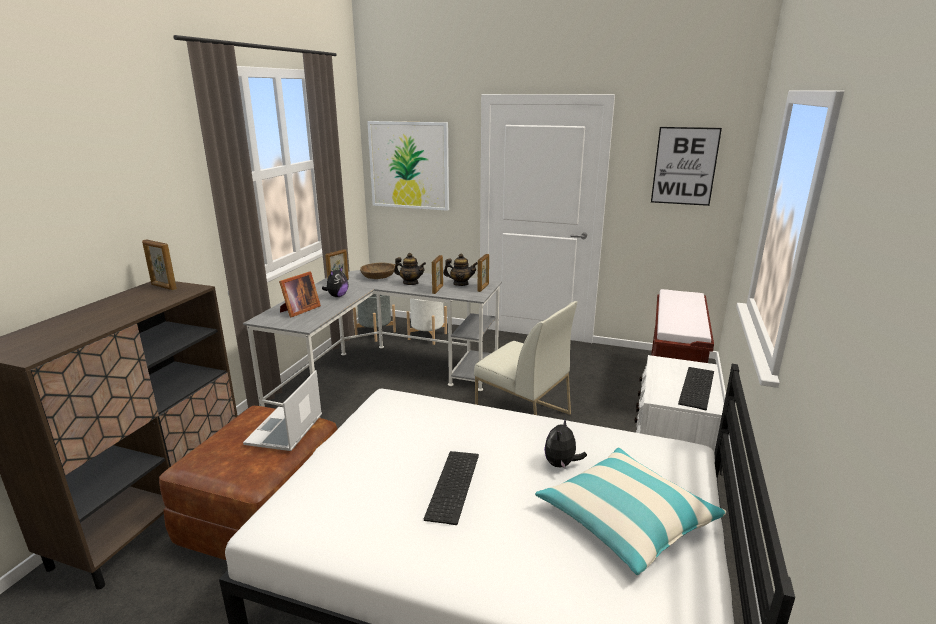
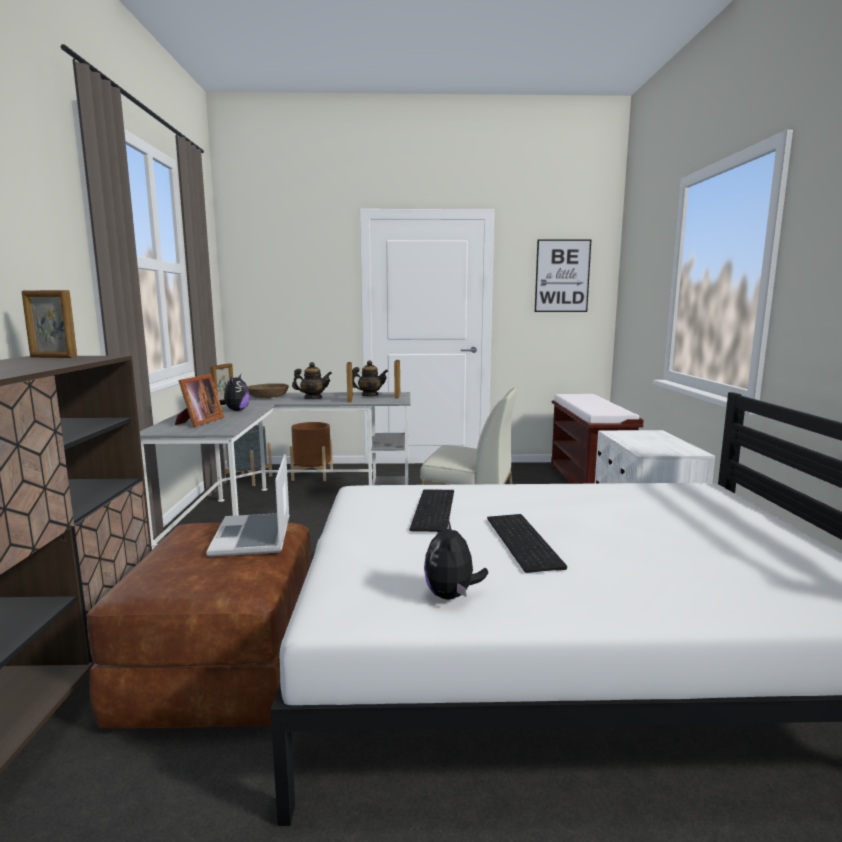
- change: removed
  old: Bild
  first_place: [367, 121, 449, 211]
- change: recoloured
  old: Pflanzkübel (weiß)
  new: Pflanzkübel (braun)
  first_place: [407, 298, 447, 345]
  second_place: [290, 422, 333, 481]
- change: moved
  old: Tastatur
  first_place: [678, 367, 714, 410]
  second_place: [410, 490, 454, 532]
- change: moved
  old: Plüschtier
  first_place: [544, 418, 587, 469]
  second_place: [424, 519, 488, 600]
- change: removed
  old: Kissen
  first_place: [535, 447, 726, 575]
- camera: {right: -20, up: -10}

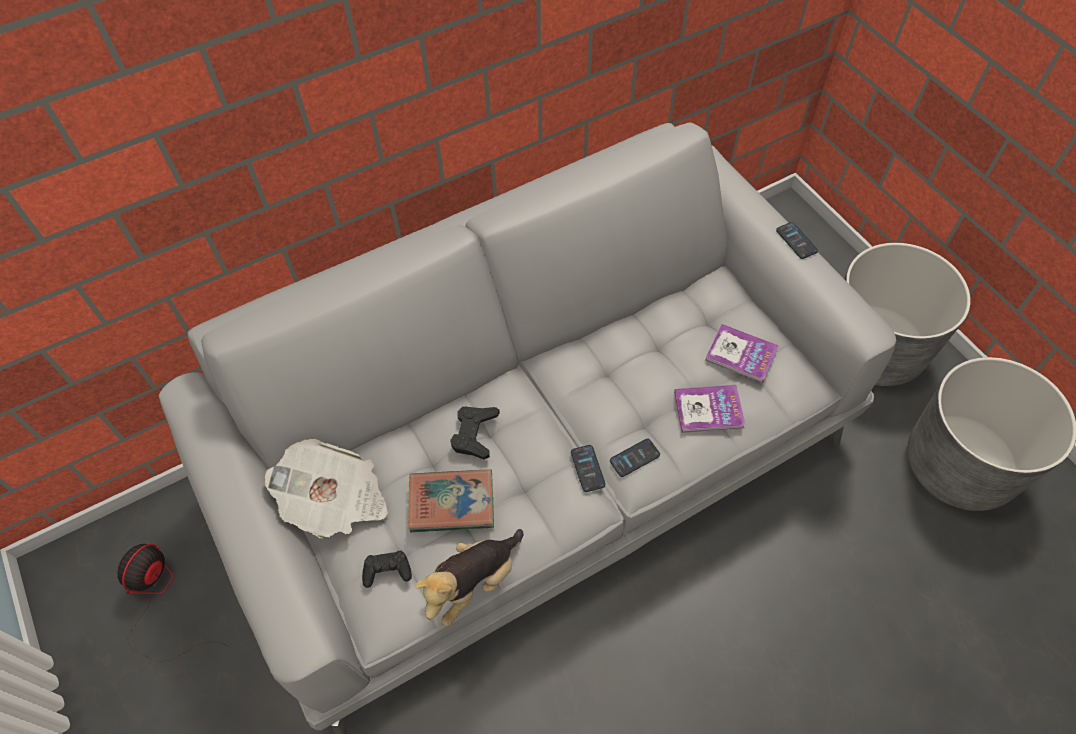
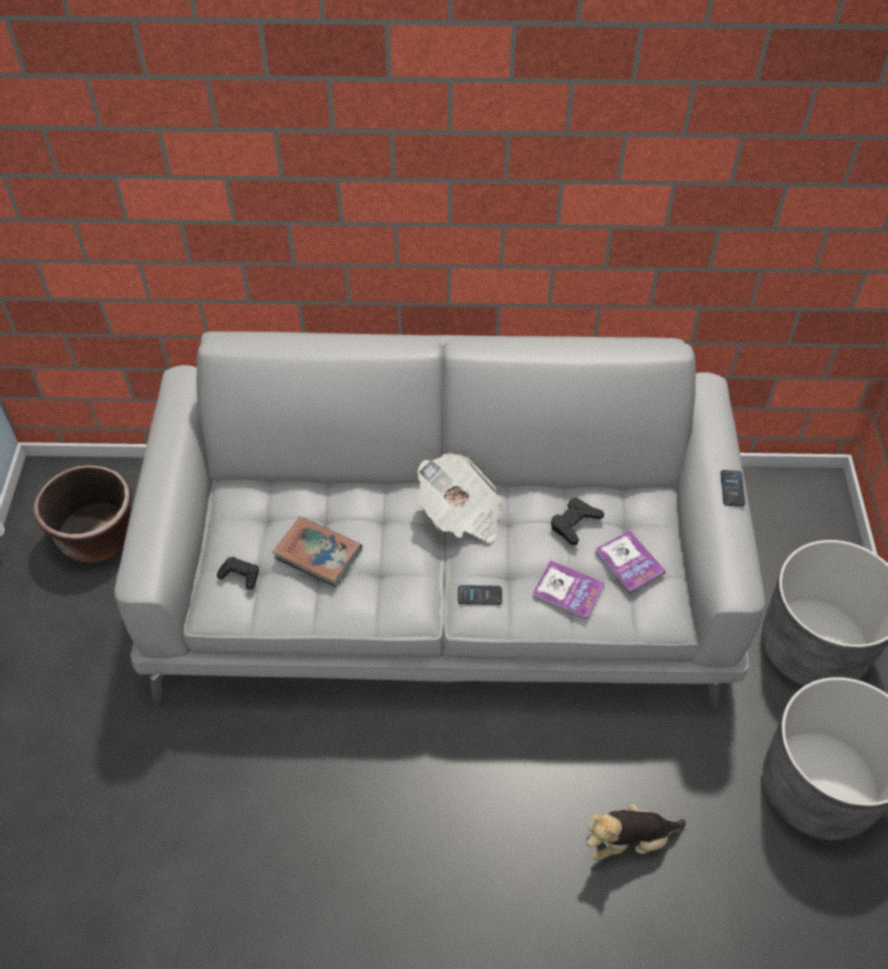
- change: moved
  old: Gamepad (schwarz)
  first_place: [450, 407, 500, 459]
  second_place: [551, 498, 604, 545]
- change: moved
  old: Zeitung
  first_place: [265, 439, 388, 538]
  second_place: [417, 453, 503, 543]
- change: removed
  old: Handy
  first_place: [571, 445, 606, 492]
- change: moved
  old: Plüschtier
  first_place: [415, 529, 524, 626]
  second_place: [587, 804, 686, 861]
- change: replaced
  old: Ventilator
  new: Pflanzkübel (braun)
  first_place: [117, 544, 232, 662]
  second_place: [33, 465, 132, 562]
- camera: {right: 30, up: -5}

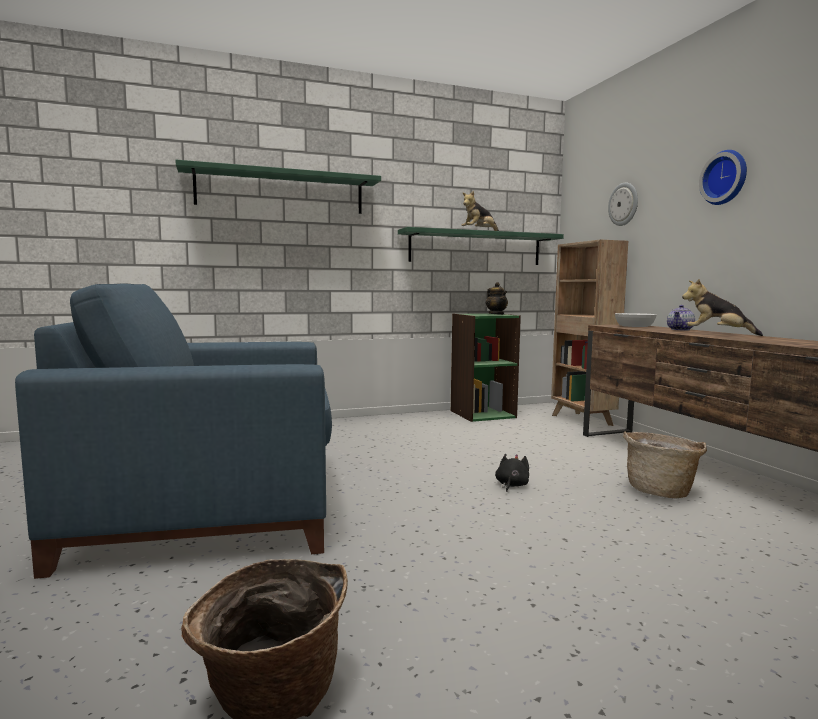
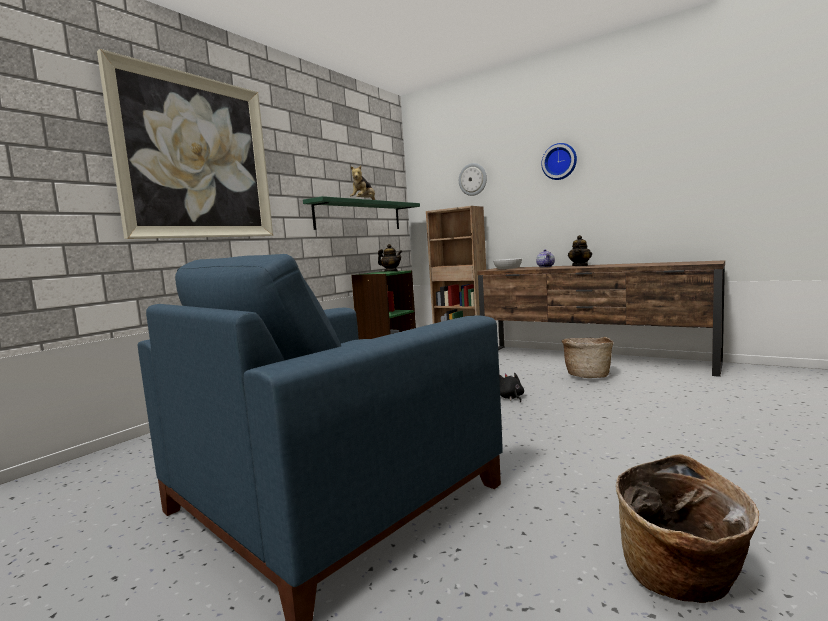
- change: replaced
  old: Wandregal (grün)
  new: Bild
  first_place: [175, 160, 381, 214]
  second_place: [97, 49, 273, 239]
- change: replaced
  old: Plüschtier
  new: Teekanne
  first_place: [682, 279, 763, 336]
  second_place: [568, 235, 592, 266]
- camera: {right: -35, up: 0}

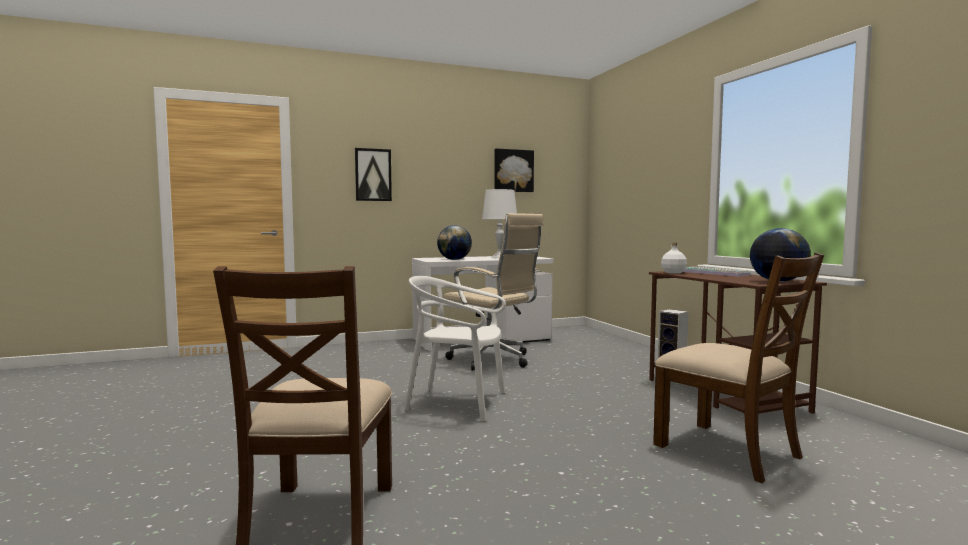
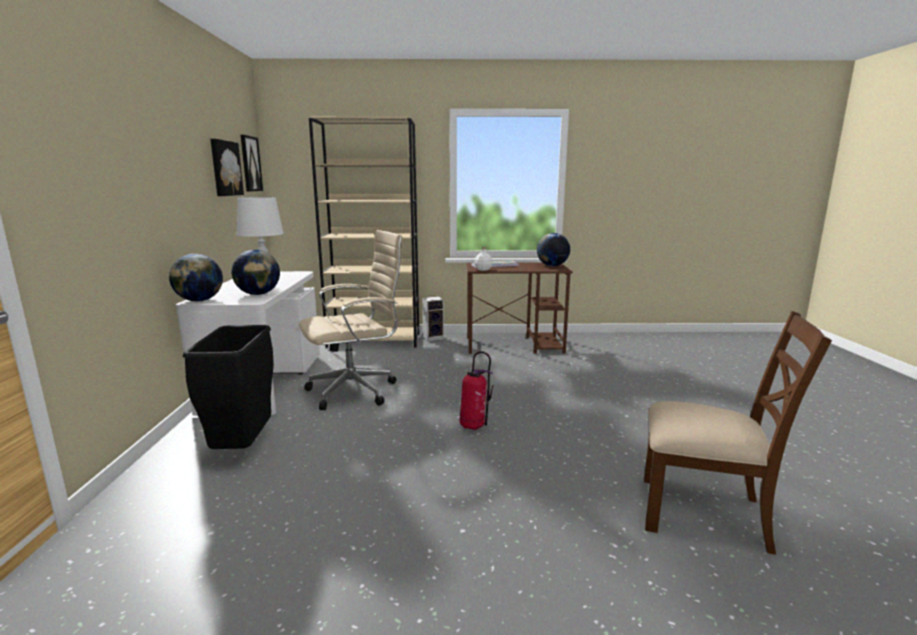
- change: moved
  old: Bild
  first_place: [355, 148, 392, 201]
  second_place: [240, 135, 263, 192]
- change: removed
  old: Stuhl (braun)
  first_place: [653, 252, 824, 483]
- change: replaced
  old: Stuhl (weiß)
  new: Feuerlöscher
  first_place: [404, 276, 506, 422]
  second_place: [459, 351, 494, 430]
- change: added
  new: Bücherregal (beige)
  second_place: [309, 116, 419, 348]
- change: added
  new: Globus
  second_place: [169, 254, 223, 302]
- change: added
  new: Mülleimer (schwarz)
  second_place: [183, 325, 274, 449]
- camera: {right: -70, up: 10}

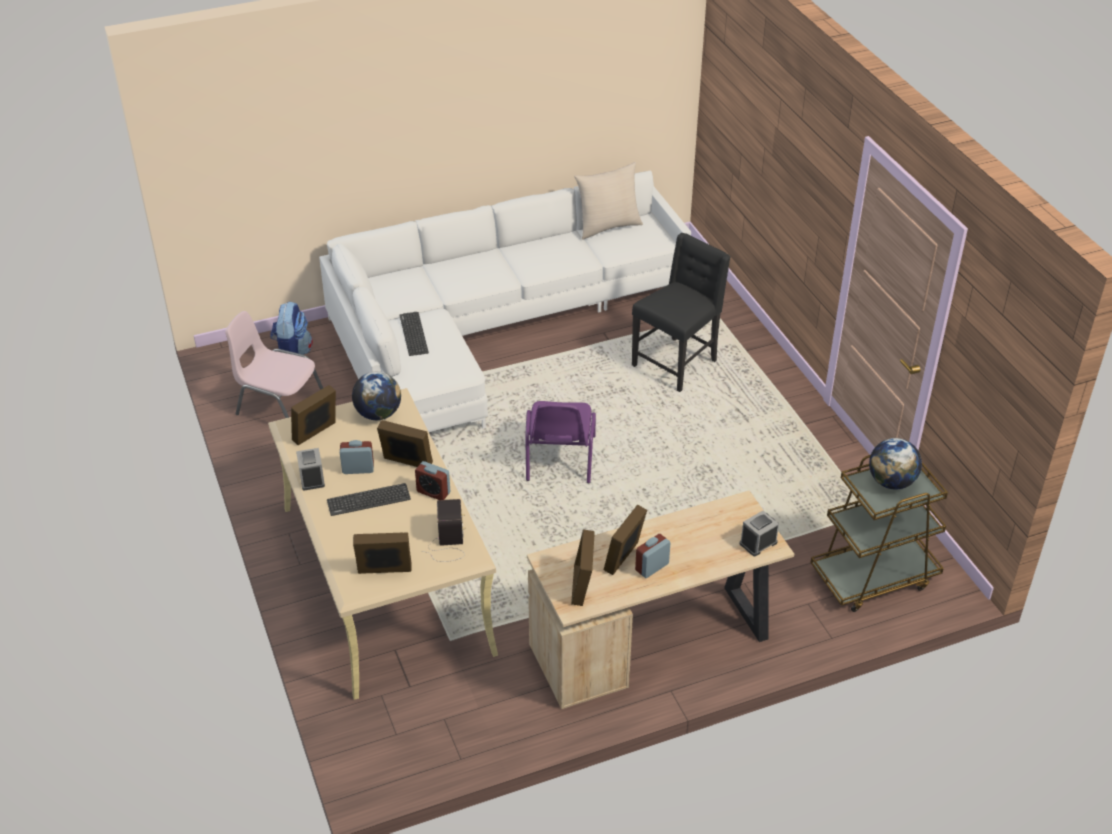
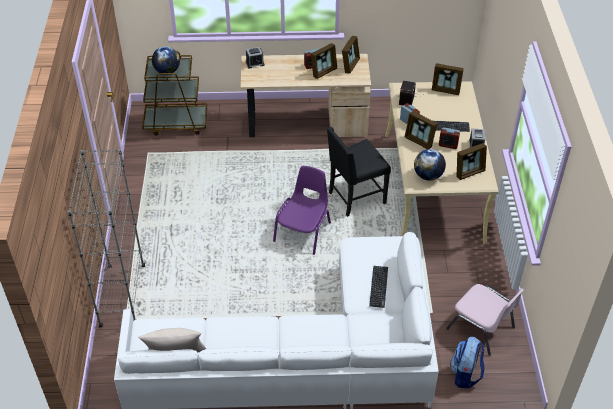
- change: moved
  old: Stuhl (schwarz)
  first_place: [632, 233, 731, 392]
  second_place: [327, 127, 391, 217]
- change: added
  new: Bücherregal (grau)
  second_place: [68, 149, 145, 327]
- camera: {right: -160, up: 5}

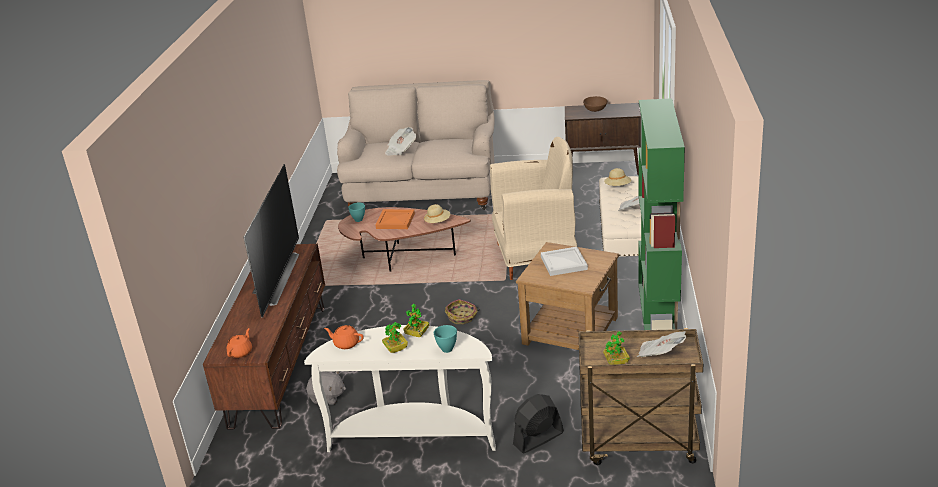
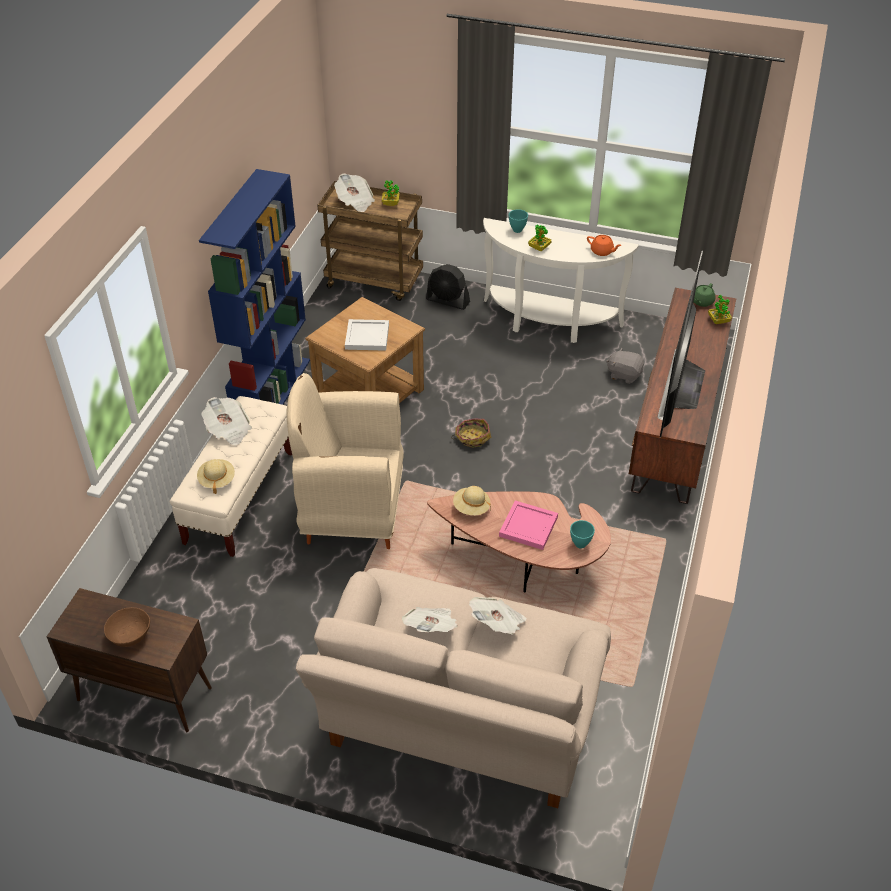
- change: recoloured
  old: Bücherregal (grün)
  new: Bücherregal (blau)
  first_place: [638, 98, 685, 330]
  second_place: [199, 169, 310, 405]
- change: recoloured
  old: Tablett (orange)
  new: Tablett (rosa)
  first_place: [375, 209, 415, 229]
  second_place: [499, 501, 558, 550]
- change: moved
  old: Topfpflanze
  first_place: [382, 322, 408, 353]
  second_place: [708, 295, 732, 324]
- change: recoloured
  old: Teekanne (orange)
  new: Teekanne (grün)
  first_place: [227, 328, 252, 358]
  second_place: [694, 283, 715, 307]
- change: turned
  old: Ventilator (schwarz)
  first_place: [513, 394, 564, 453]
  second_place: [426, 264, 470, 310]
  degrees: 45
- change: added
  new: Zeitung
  second_place: [402, 607, 458, 632]
- camera: {right: -170, up: 15}

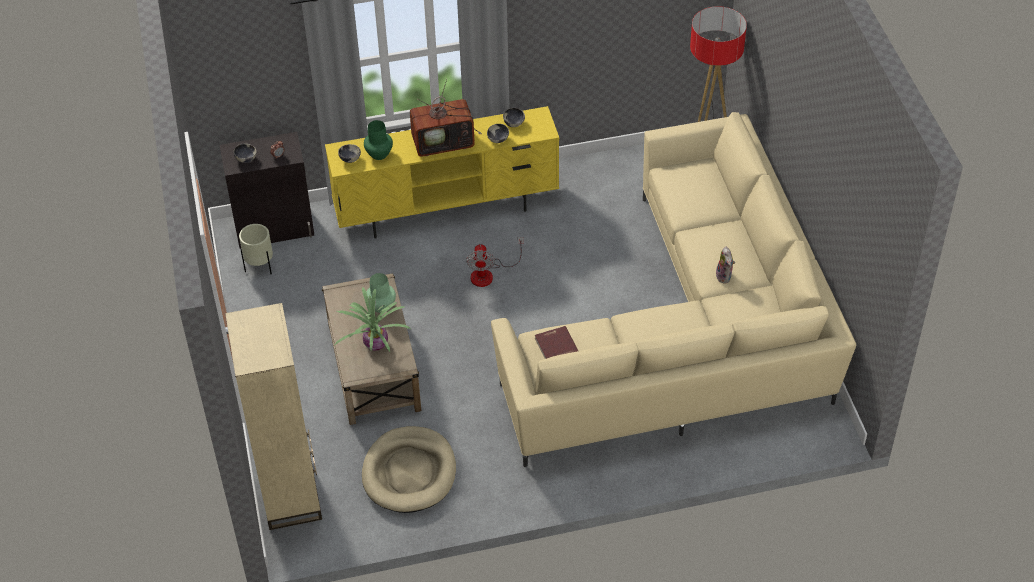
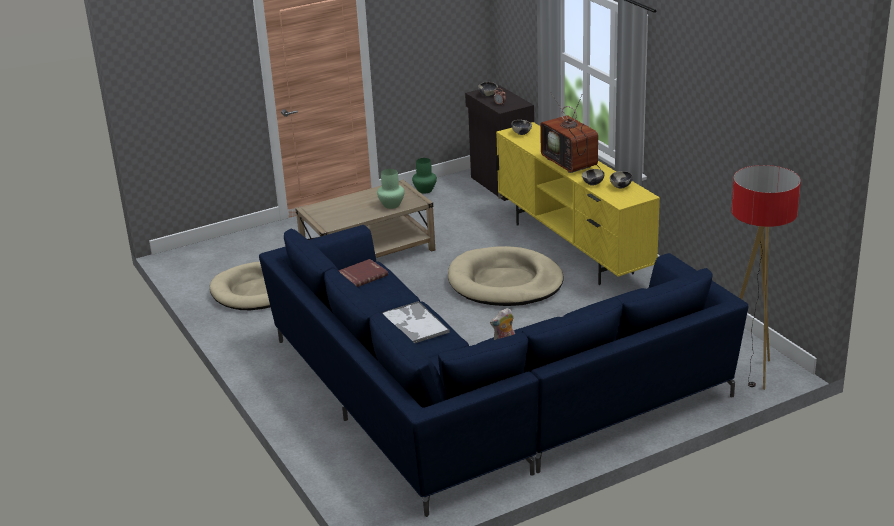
- change: recoloured
  old: Sofa (beige)
  new: Sofa (blau)
  first_place: [491, 112, 856, 467]
  second_place: [259, 225, 748, 517]
- change: moved
  old: Vase (grün)
  first_place: [364, 120, 393, 160]
  second_place: [412, 158, 437, 194]
- change: removed
  old: Pflanzkübel (beige)
  first_place: [239, 224, 273, 274]
- change: replaced
  old: Ventilator
  new: Hundebett (beige)
  first_place: [466, 237, 524, 287]
  second_place: [448, 246, 563, 306]
- change: removed
  old: Topfpflanze
  first_place: [335, 287, 411, 352]
- change: removed
  old: Bücherregal (beige)
  first_place: [225, 303, 322, 530]
- change: added
  new: Tablett
  second_place: [382, 301, 450, 343]
- camera: {right: 75, up: -20}

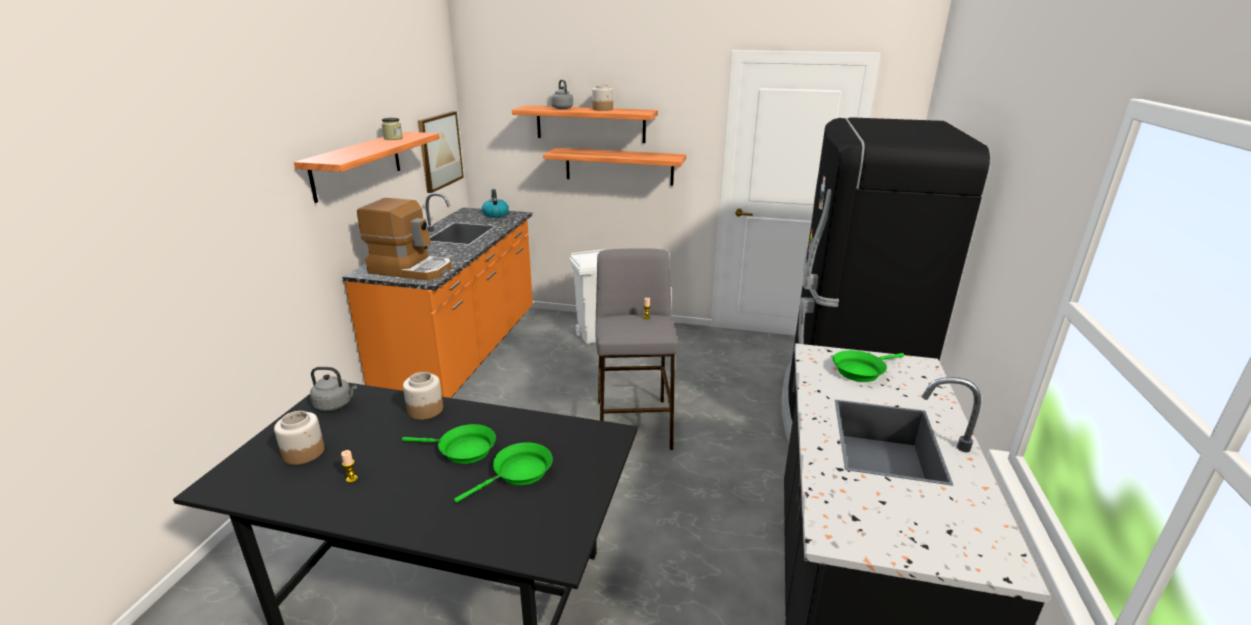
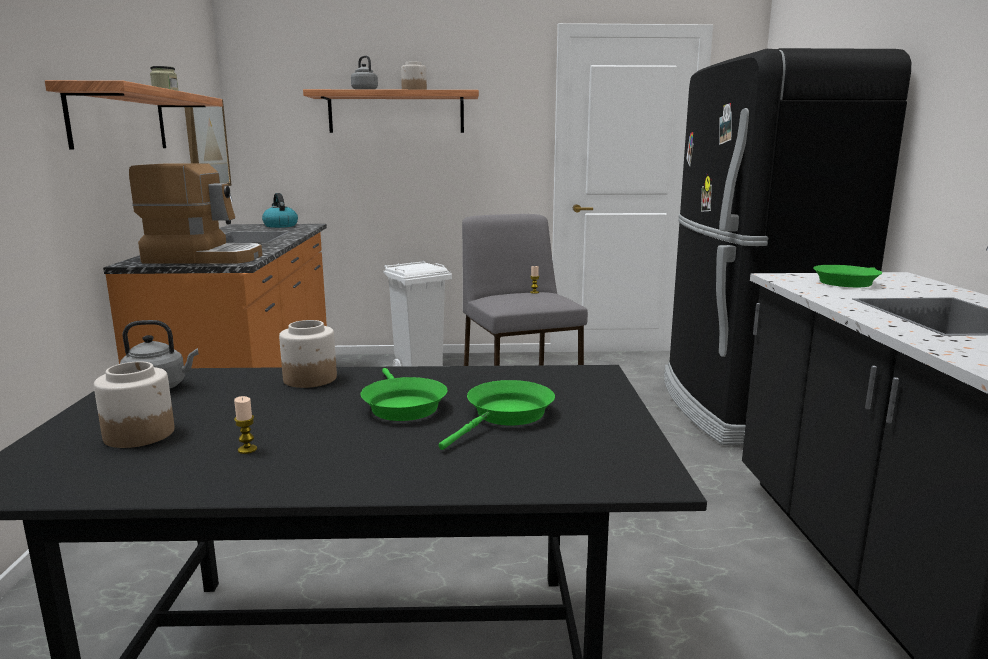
- change: removed
  old: Wandregal
  first_place: [543, 148, 686, 186]
- change: turned
  old: Pfanne (grün)
  first_place: [402, 424, 496, 464]
  second_place: [361, 368, 448, 421]
  degrees: 75
- camera: {right: -15, up: -10}

